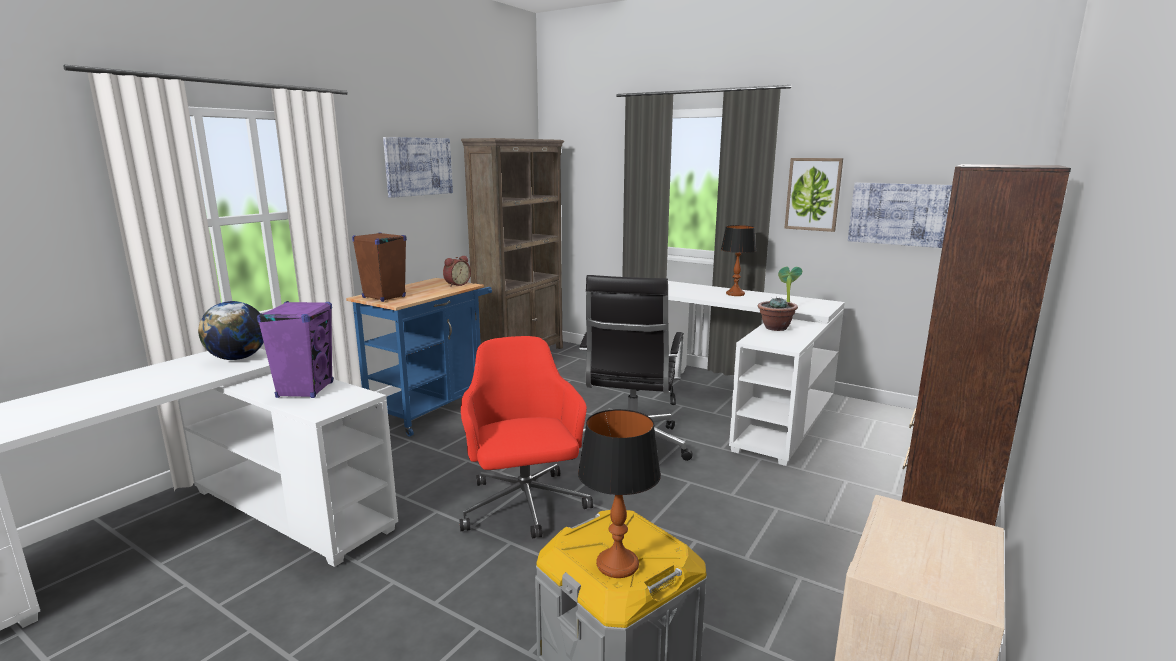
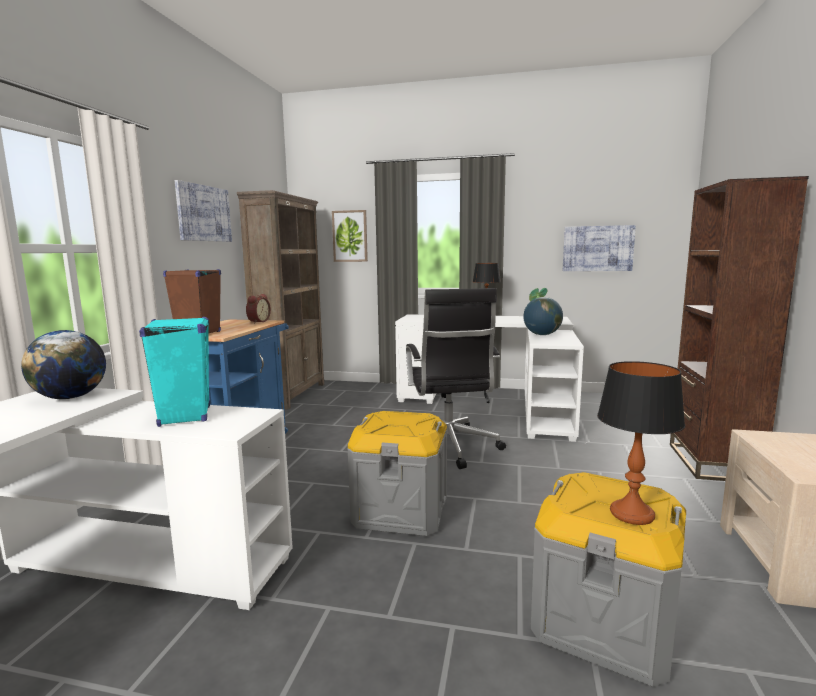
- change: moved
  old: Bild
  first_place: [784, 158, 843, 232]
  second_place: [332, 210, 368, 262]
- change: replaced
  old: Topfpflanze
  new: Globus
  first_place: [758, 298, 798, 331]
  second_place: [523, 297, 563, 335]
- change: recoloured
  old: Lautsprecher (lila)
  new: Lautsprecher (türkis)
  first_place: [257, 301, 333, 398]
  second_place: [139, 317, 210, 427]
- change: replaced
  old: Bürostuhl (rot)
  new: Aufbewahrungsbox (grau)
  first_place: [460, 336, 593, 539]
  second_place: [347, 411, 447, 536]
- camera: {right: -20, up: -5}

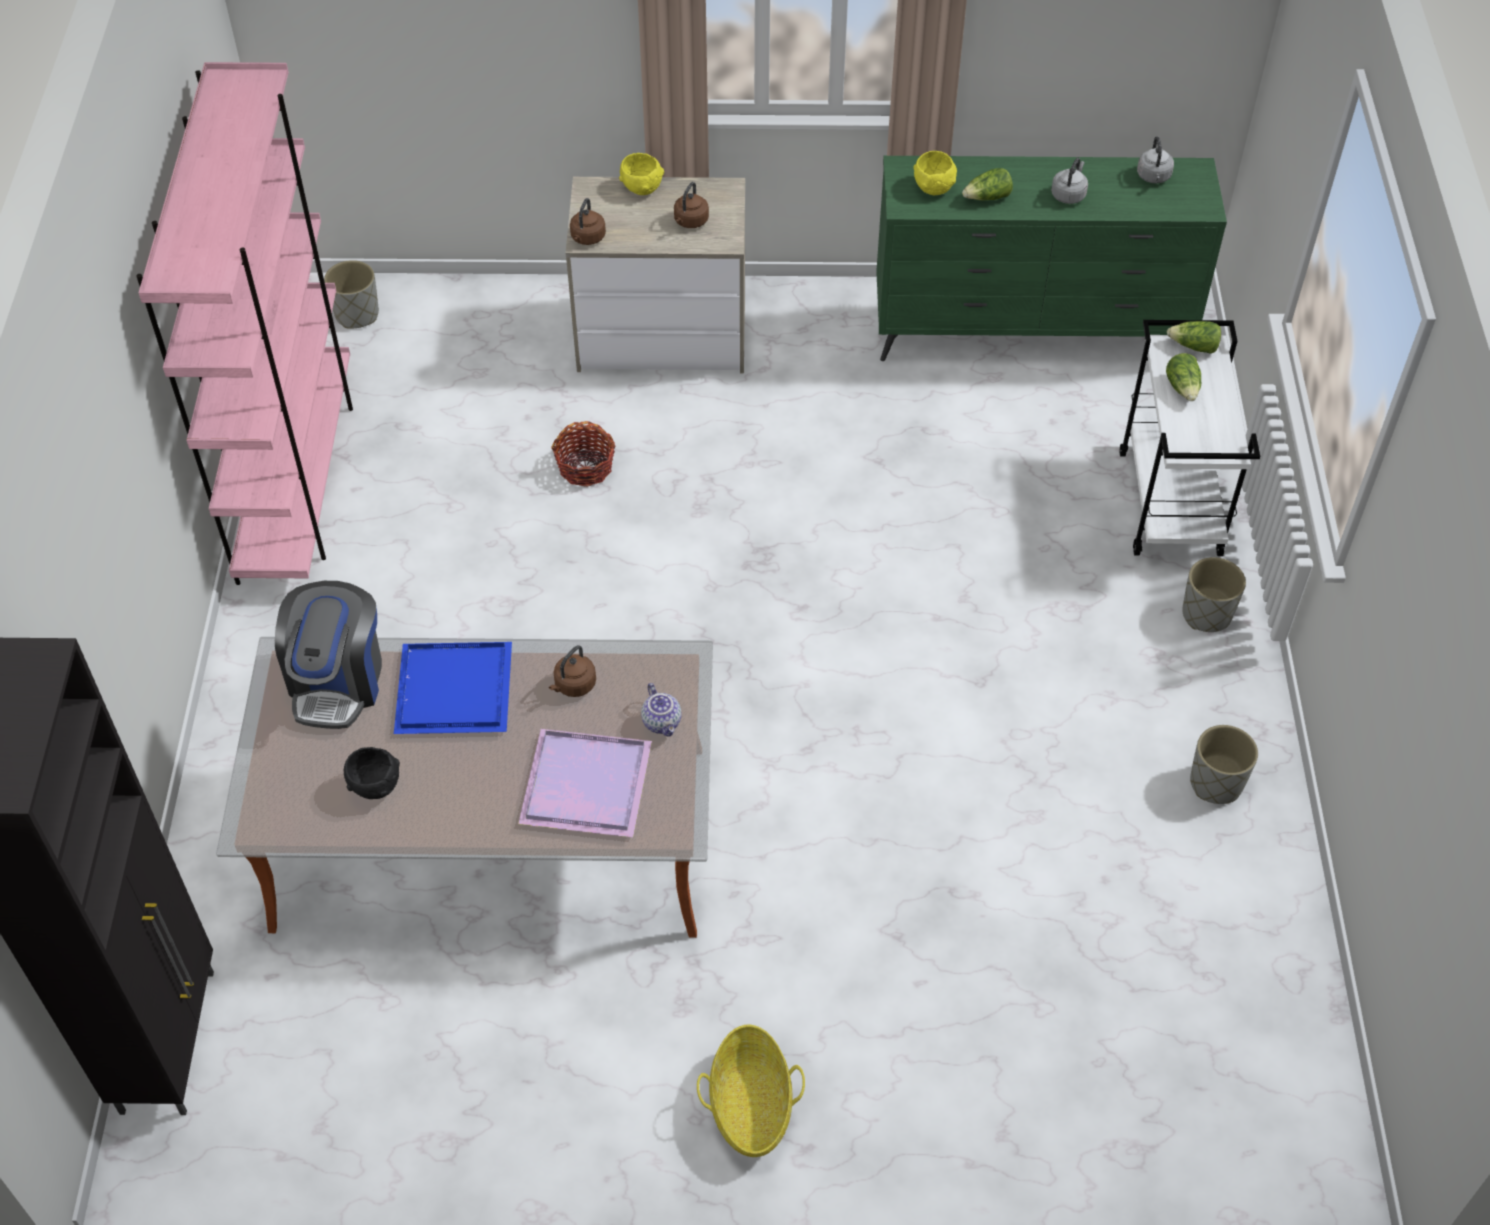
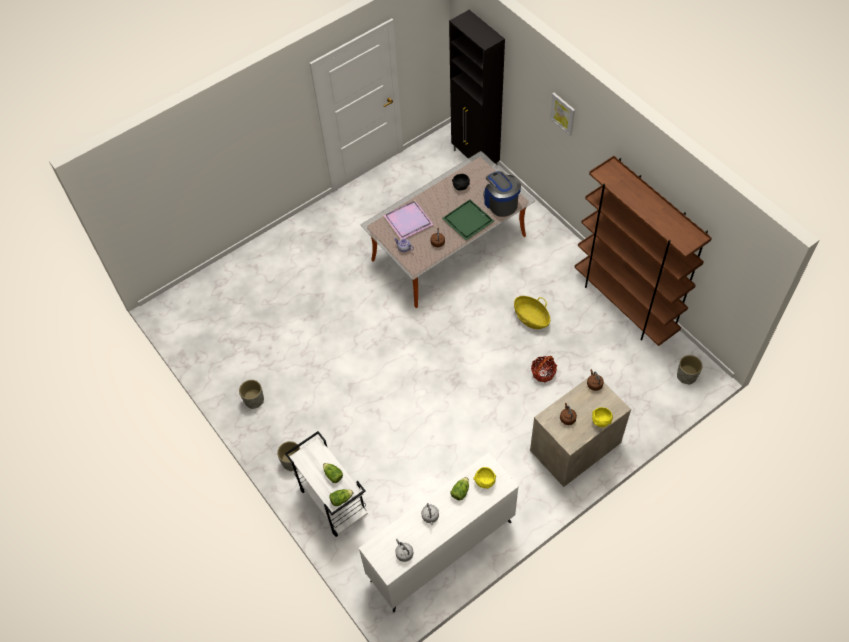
- change: recoloured
  old: Bücherregal (rosa)
  new: Bücherregal (braun)
  first_place: [136, 62, 353, 585]
  second_place: [574, 156, 712, 346]
- change: recoloured
  old: Kommode (grün)
  new: Kommode (weiß)
  first_place: [876, 156, 1227, 361]
  second_place: [359, 453, 519, 612]
- change: recoloured
  old: Tablett (blau)
  new: Tablett (grün)
  first_place: [394, 642, 512, 734]
  second_place: [442, 200, 494, 240]
- change: moved
  old: Korb
  first_place: [697, 1025, 805, 1157]
  second_place: [514, 296, 550, 329]
- change: added
  new: Bild
  second_place: [550, 93, 575, 136]
- camera: {right: 145, up: 5}

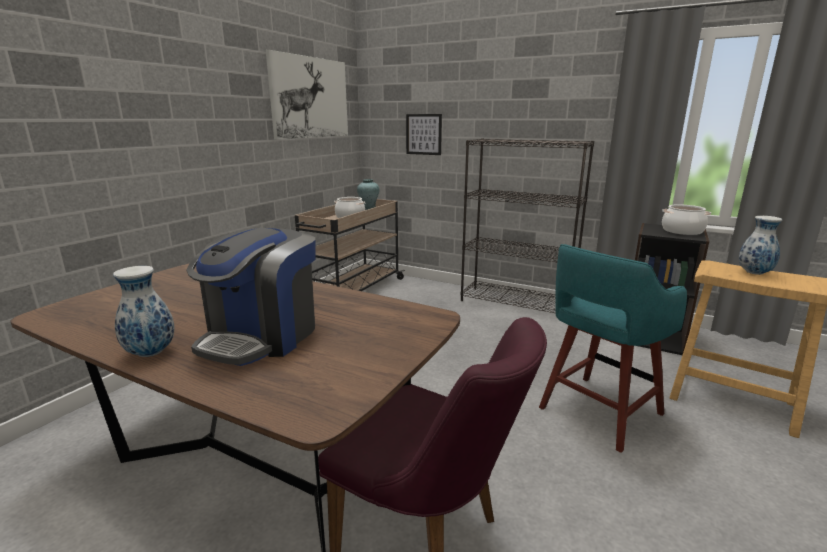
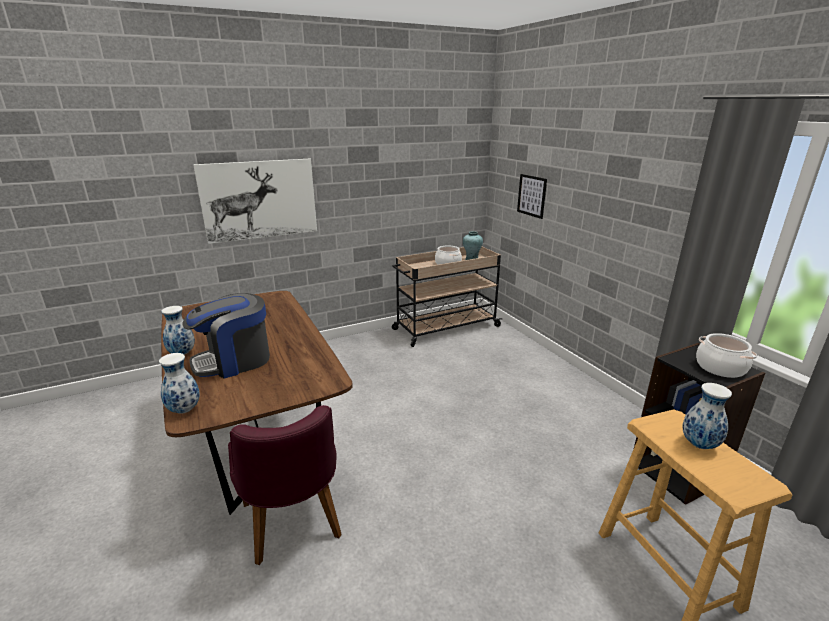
- change: moved
  old: Bild
  first_place: [266, 50, 348, 140]
  second_place: [193, 159, 317, 244]
- change: removed
  old: Bücherregal (schwarz)
  first_place: [460, 138, 594, 313]
- change: removed
  old: Hocker (türkis)
  first_place: [539, 244, 687, 453]
- change: added
  new: Vase
  second_place: [159, 353, 200, 414]
- camera: {right: 35, up: 5}

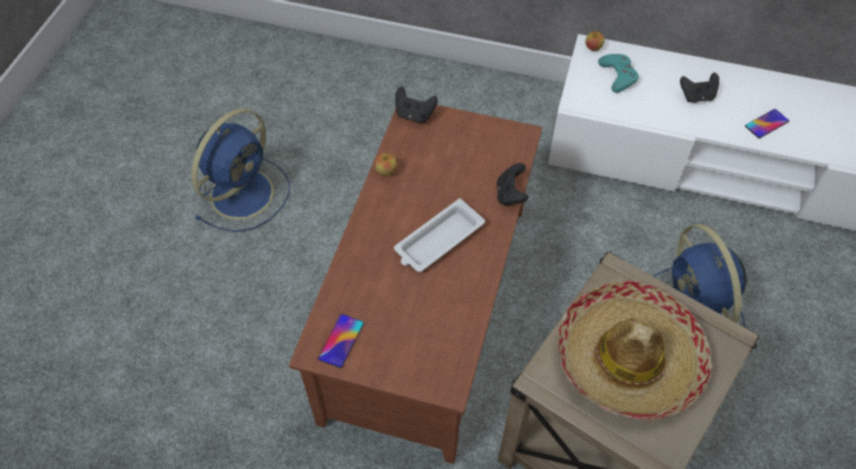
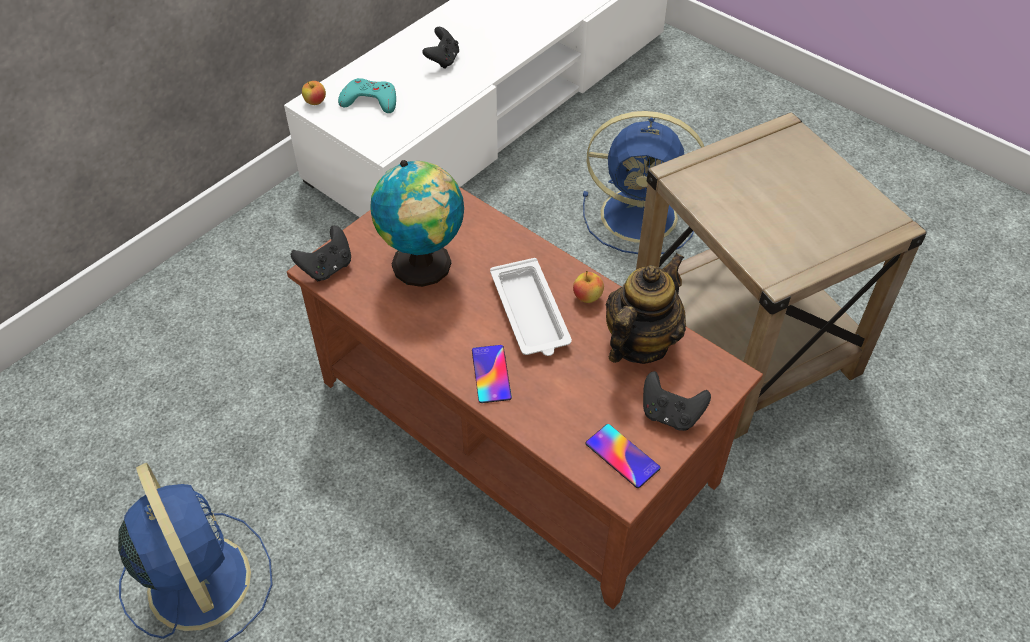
- change: moved
  old: Handy
  first_place: [745, 109, 789, 138]
  second_place: [472, 345, 512, 403]
- change: moved
  old: Apfel
  first_place: [375, 152, 397, 176]
  second_place: [573, 271, 604, 303]
- change: moved
  old: Gamepad (schwarz)
  first_place: [497, 163, 528, 206]
  second_place: [643, 371, 711, 431]
- change: removed
  old: Hut
  first_place: [558, 281, 711, 421]
- change: added
  new: Globus
  second_place: [370, 160, 464, 287]
- change: added
  new: Teekanne
  second_place: [606, 253, 686, 364]
- camera: {right: -65, up: -5}

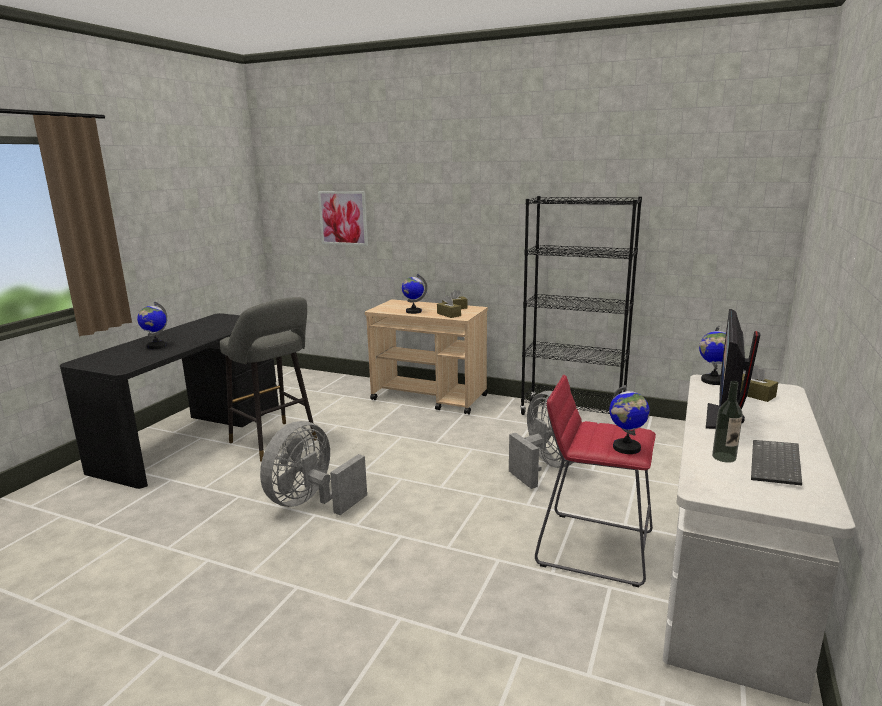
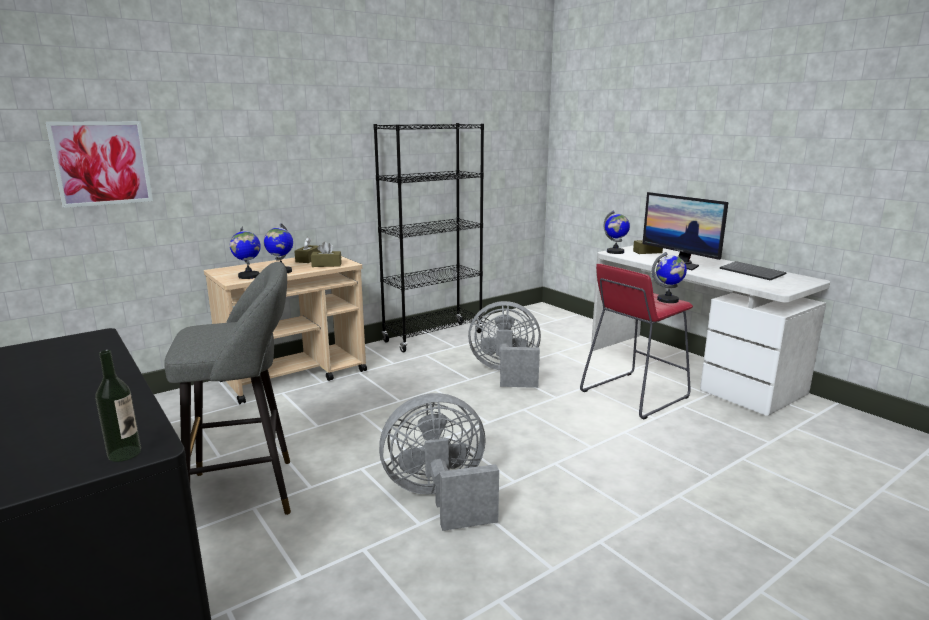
- change: moved
  old: Globus
  first_place: [137, 302, 167, 349]
  second_place: [230, 227, 261, 279]
- change: moved
  old: Flasche
  first_place: [712, 381, 743, 463]
  second_place: [95, 350, 141, 462]
- change: turned
  old: Ventilator (grau)
  first_place: [260, 421, 367, 515]
  second_place: [379, 393, 499, 531]
  degrees: 105
- camera: {right: -60, up: 0}

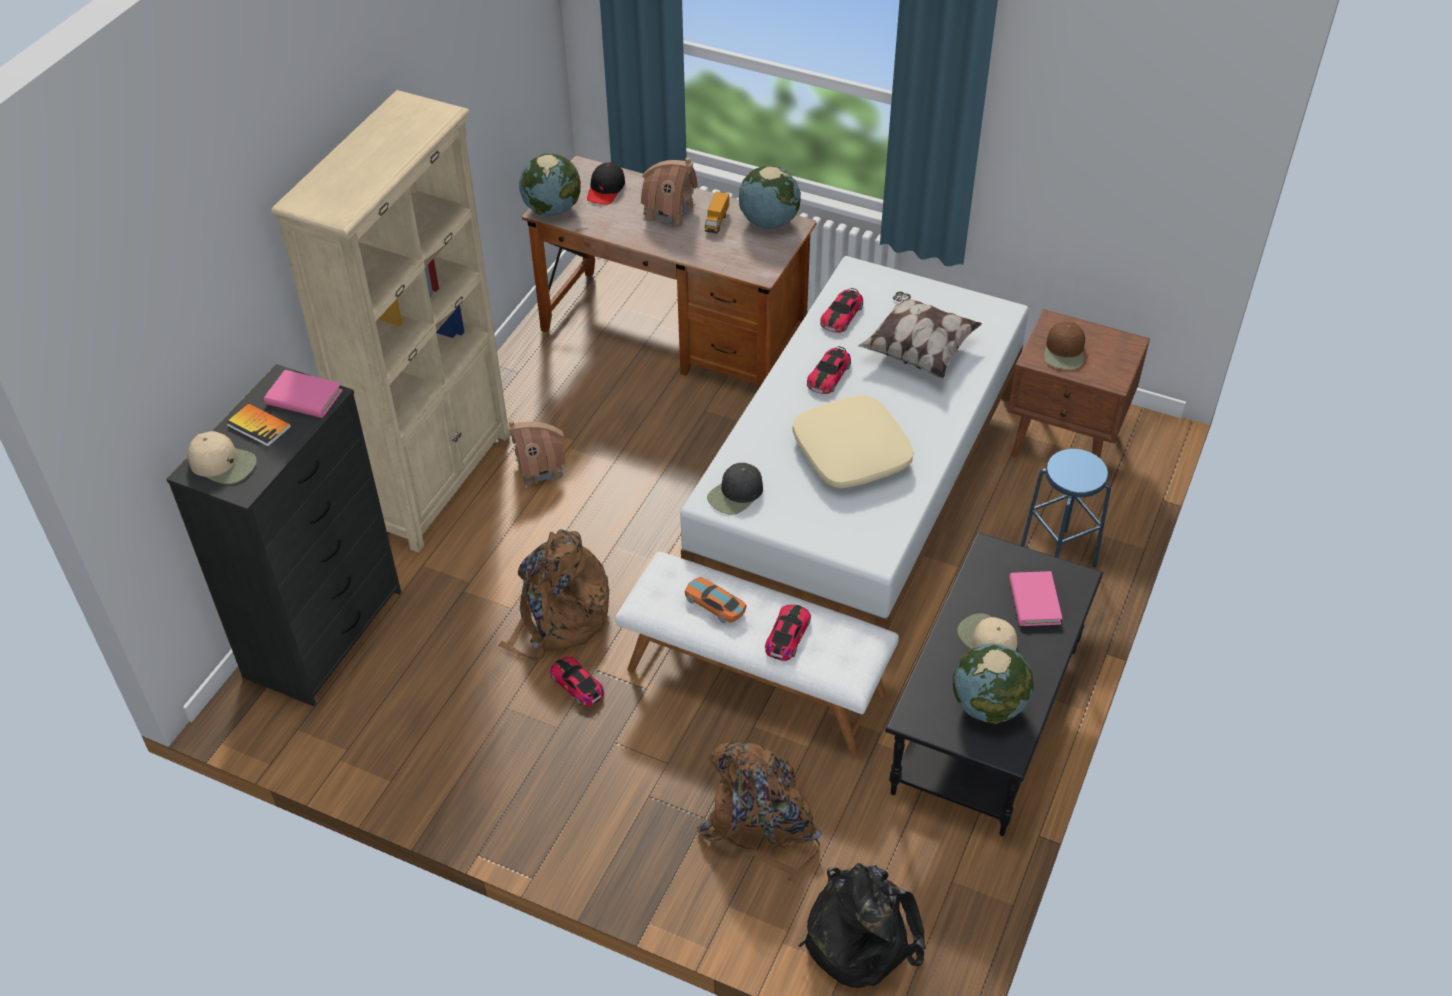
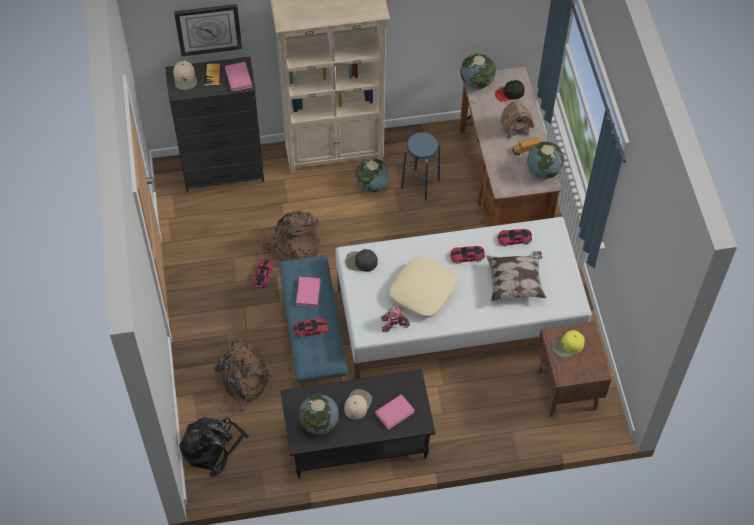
- change: recoloured
  old: Kappe (braun)
  new: Kappe (gelb)
  first_place: [1044, 322, 1085, 370]
  second_place: [551, 330, 585, 358]
- change: replaced
  old: Spielzeughaus
  new: Globus
  first_place: [507, 420, 566, 488]
  second_place: [355, 158, 390, 193]
- change: moved
  old: Hocker (blau)
  first_place: [1021, 449, 1111, 568]
  second_place: [401, 132, 440, 200]
- change: recoloured
  old: Bank (weiß)
  new: Bank (blau)
  first_place: [615, 551, 899, 755]
  second_place: [279, 255, 348, 388]
- change: replaced
  old: Spielzeugauto
  new: Buch (rosa)
  first_place: [685, 577, 747, 623]
  second_place: [296, 277, 321, 307]
- change: added
  new: Wanduhr
  second_place: [174, 4, 242, 56]
- change: added
  new: Spielzeugroboter
  second_place: [381, 306, 410, 332]
- camera: {right: 55, up: 10}

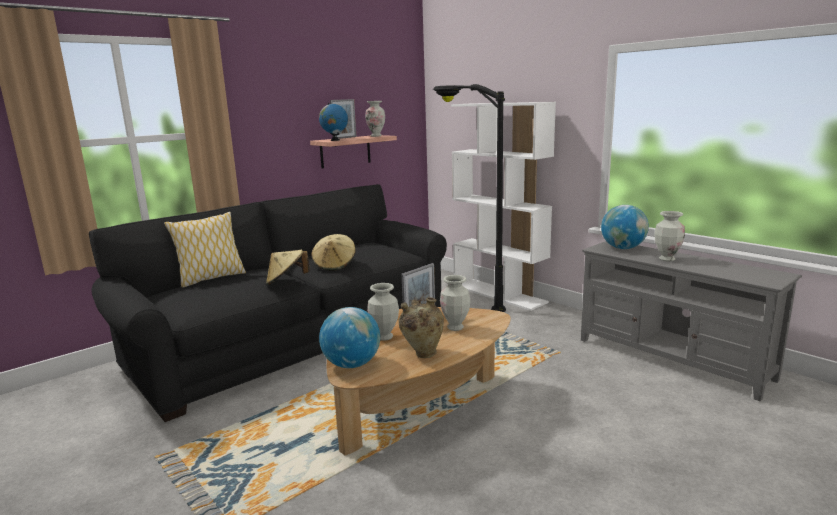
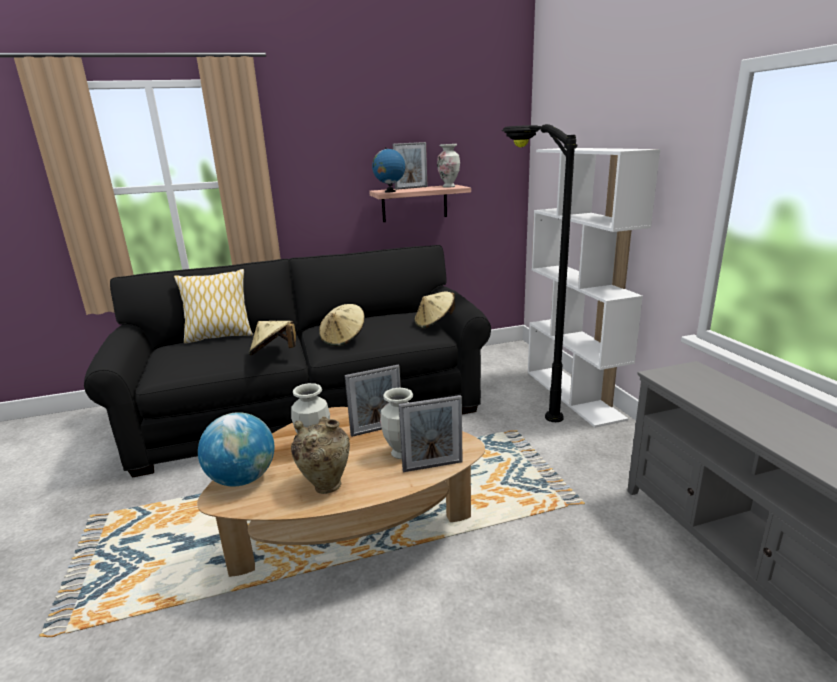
- change: removed
  old: Globus
  first_place: [601, 205, 649, 249]
- change: removed
  old: Vase
  first_place: [654, 211, 685, 261]
- change: added
  new: Hut (beige)
  second_place: [415, 291, 455, 328]
- change: added
  new: Bilderrahmen
  second_place: [399, 395, 463, 472]
- camera: {right: 25, up: 5}

